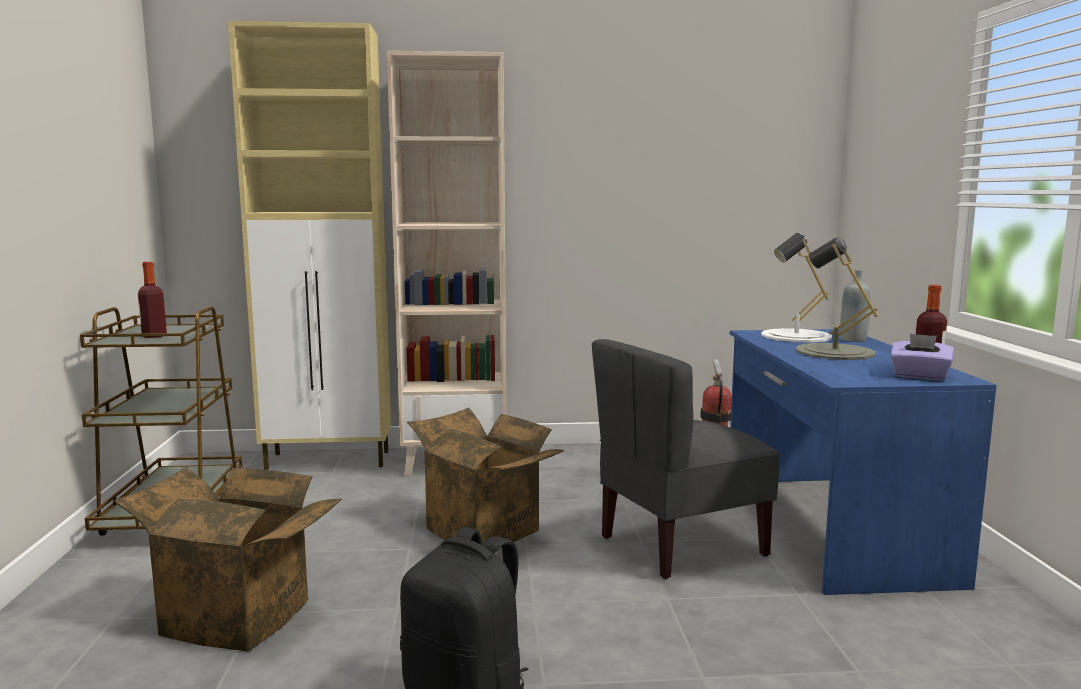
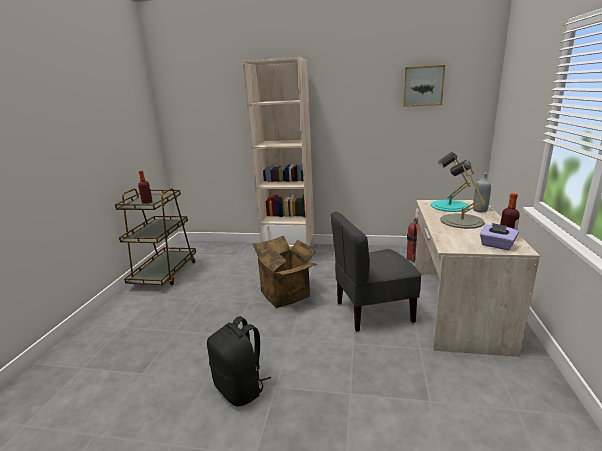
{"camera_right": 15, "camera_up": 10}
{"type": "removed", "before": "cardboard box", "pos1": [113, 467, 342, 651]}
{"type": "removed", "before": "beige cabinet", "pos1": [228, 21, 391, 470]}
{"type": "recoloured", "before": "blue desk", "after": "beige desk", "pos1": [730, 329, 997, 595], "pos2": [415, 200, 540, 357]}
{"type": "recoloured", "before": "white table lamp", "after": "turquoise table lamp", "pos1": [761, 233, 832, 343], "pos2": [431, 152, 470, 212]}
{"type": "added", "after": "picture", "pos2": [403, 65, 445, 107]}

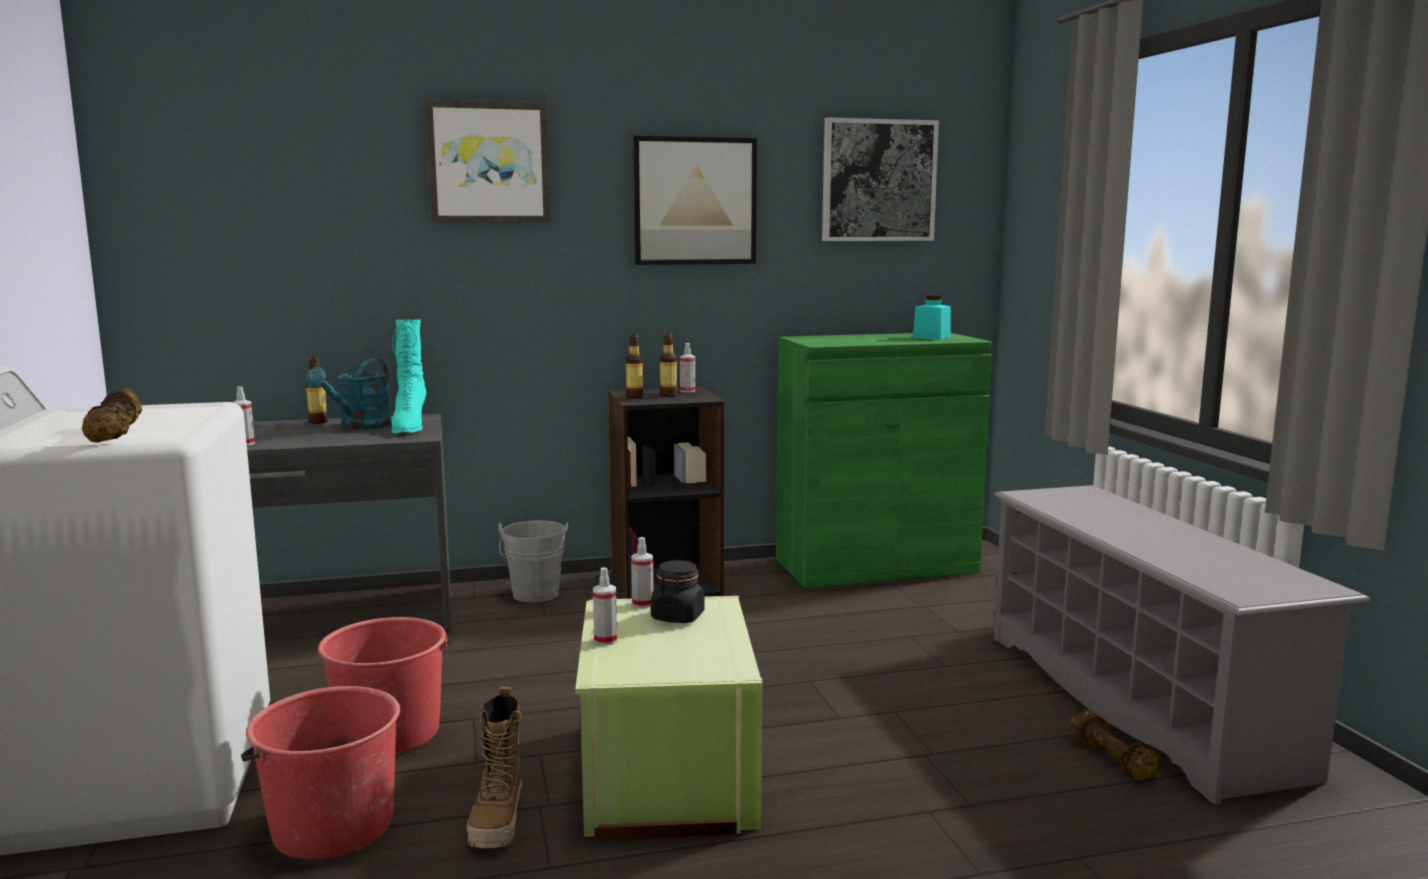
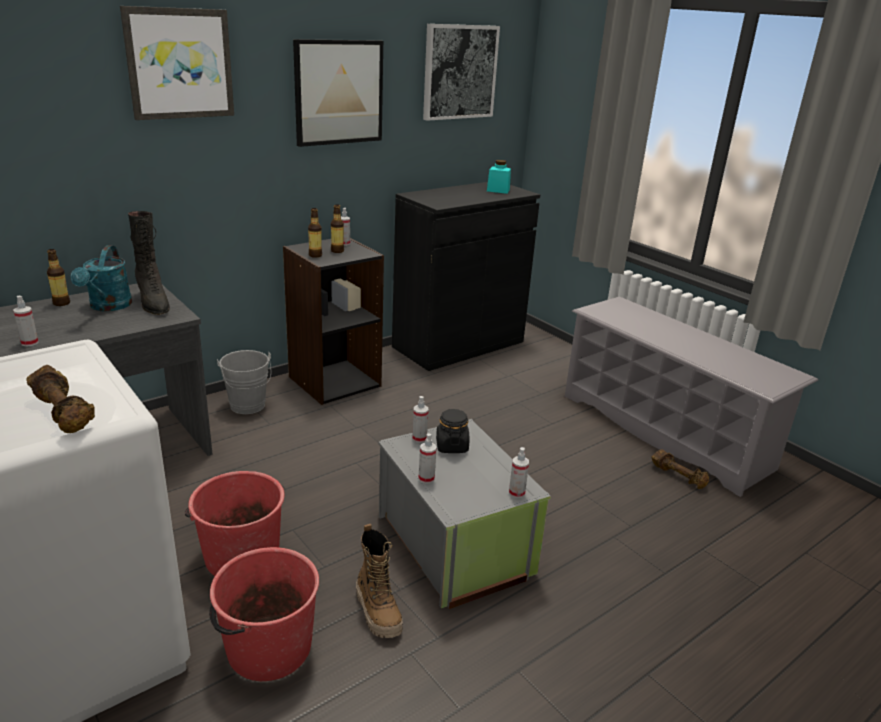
{"camera_right": -25, "camera_up": 15}
{"type": "recoloured", "before": "turquoise boot", "after": "black boot", "pos1": [392, 320, 426, 434], "pos2": [128, 211, 170, 315]}
{"type": "recoloured", "before": "green storage box", "after": "grey storage box", "pos1": [575, 596, 762, 840], "pos2": [379, 419, 551, 609]}
{"type": "recoloured", "before": "green cabinet", "after": "black cabinet", "pos1": [776, 333, 993, 588], "pos2": [392, 182, 540, 371]}
{"type": "added", "after": "spray bottle", "pos2": [509, 447, 529, 498]}

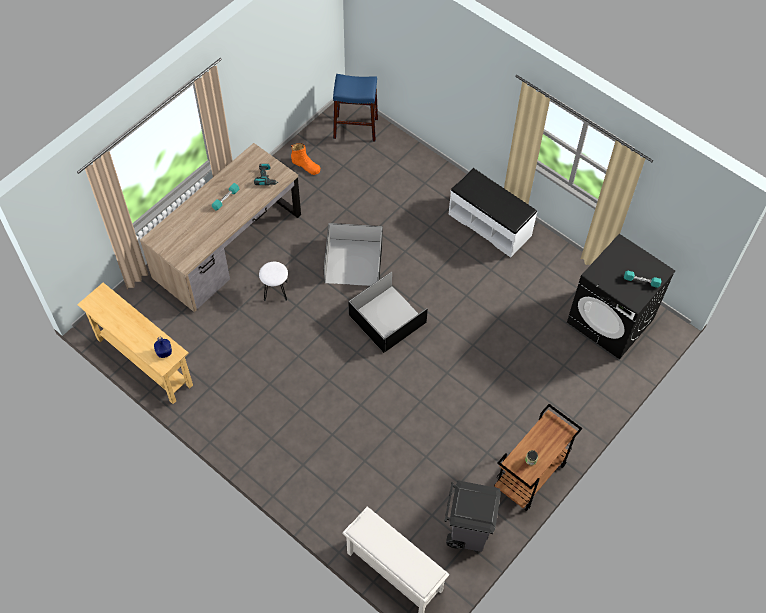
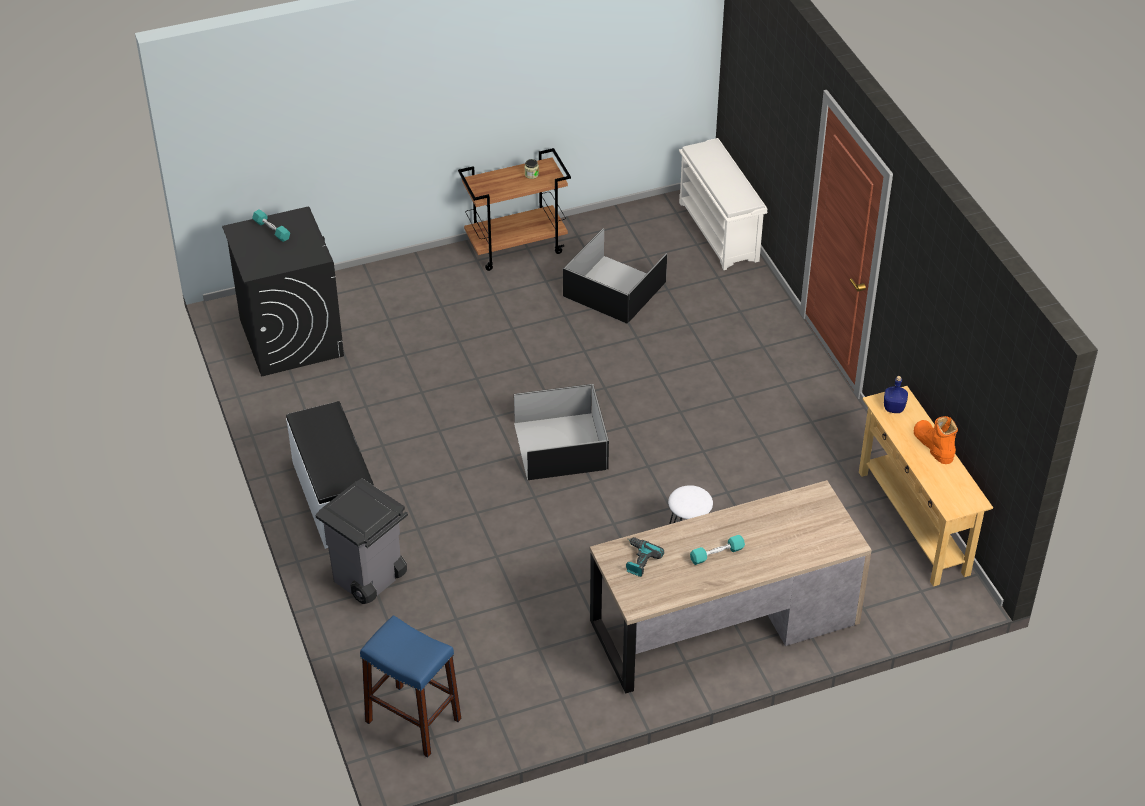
{"camera_right": -150, "camera_up": -15}
{"type": "moved", "before": "orange boot", "pos1": [291, 143, 320, 175], "pos2": [914, 416, 958, 464]}
{"type": "moved", "before": "black storage box", "pos1": [323, 223, 383, 286], "pos2": [563, 228, 667, 324]}
{"type": "moved", "before": "grey trash can", "pos1": [444, 480, 501, 552], "pos2": [316, 478, 408, 604]}

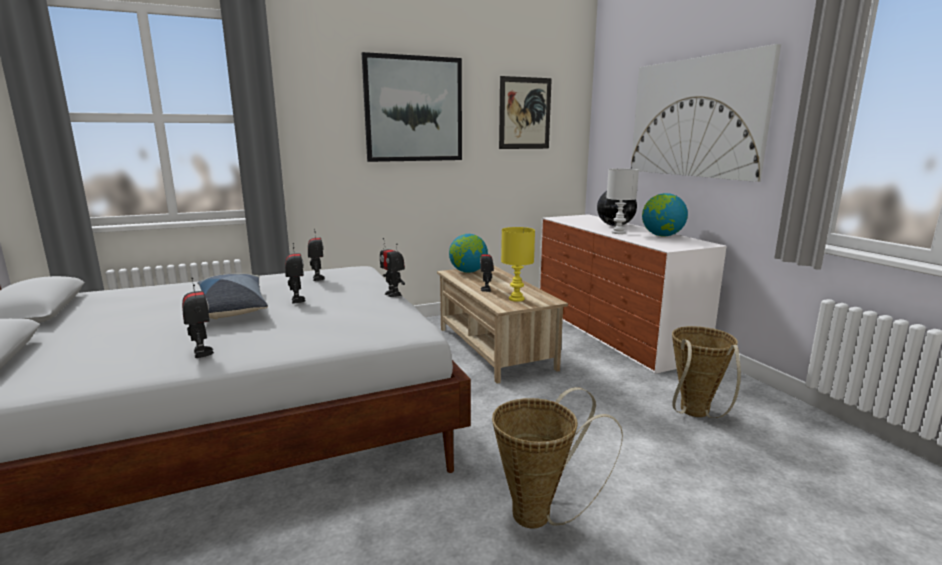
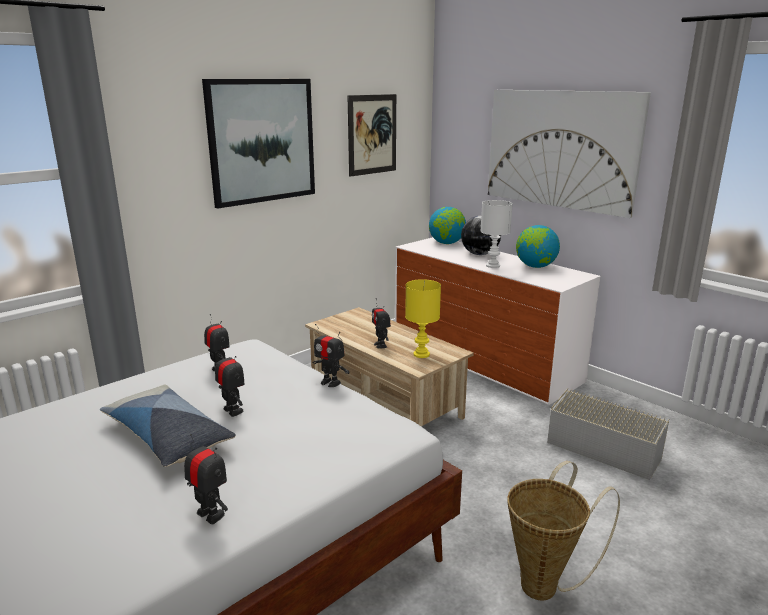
{"camera_right": -20, "camera_up": 5}
{"type": "moved", "before": "globe", "pos1": [449, 234, 488, 273], "pos2": [429, 207, 466, 244]}
{"type": "replaced", "before": "basket", "after": "grey storage box", "pos1": [672, 326, 741, 418], "pos2": [547, 388, 669, 480]}

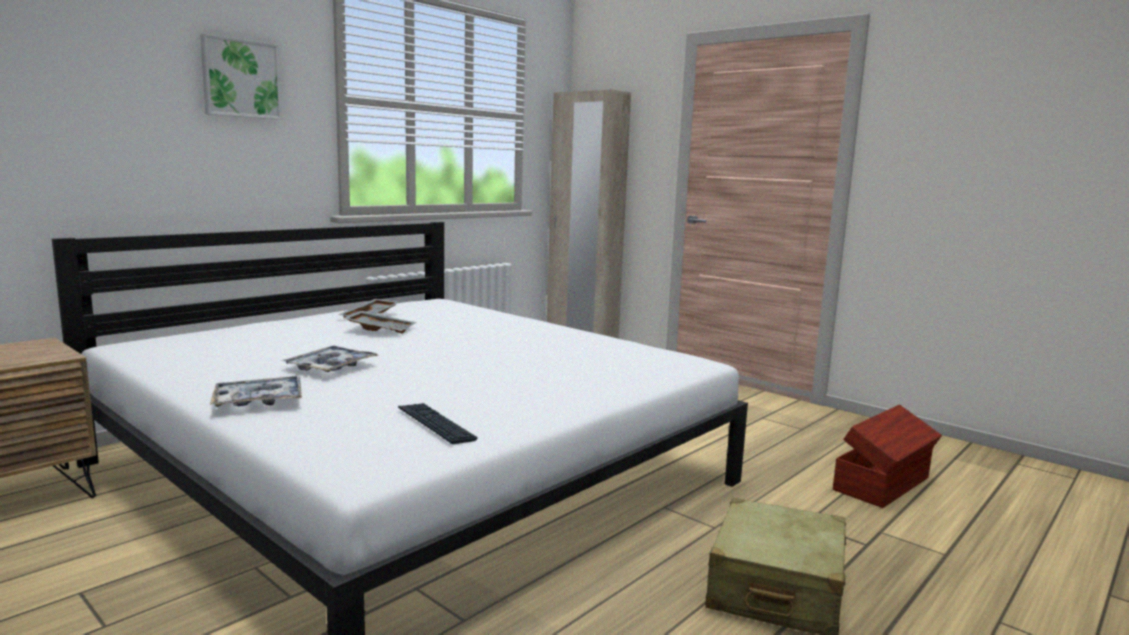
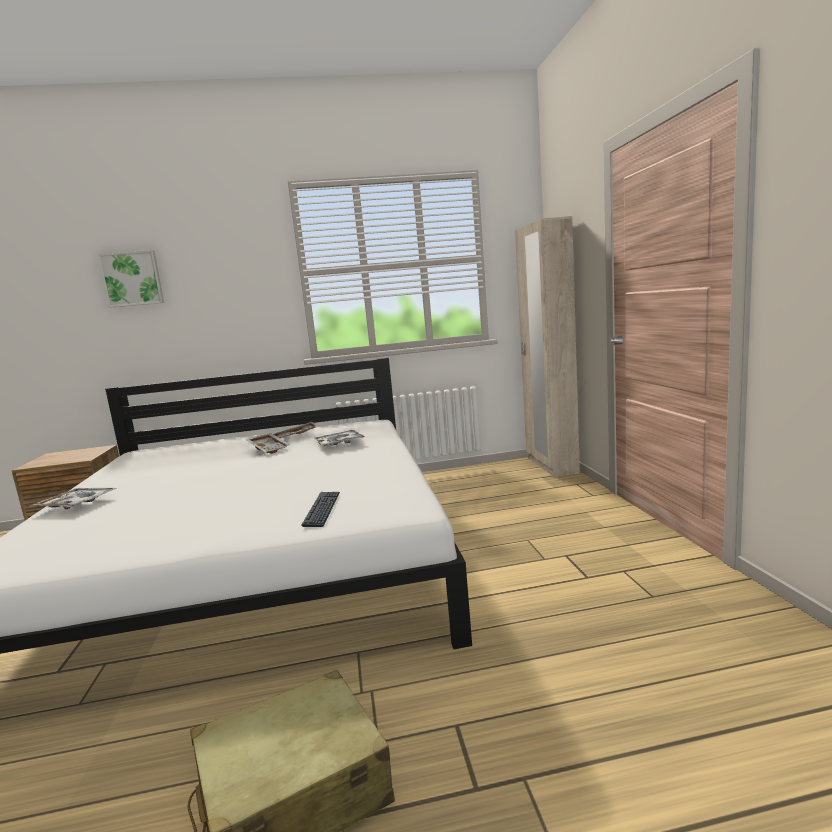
{"camera_right": 40, "camera_up": 0}
{"type": "moved", "before": "picture", "pos1": [200, 34, 282, 120], "pos2": [97, 250, 164, 307]}
{"type": "moved", "before": "tray", "pos1": [282, 346, 379, 372], "pos2": [315, 430, 365, 446]}
{"type": "moved", "before": "keyboard", "pos1": [398, 403, 478, 444], "pos2": [302, 492, 340, 527]}
{"type": "removed", "before": "brown storage box", "pos1": [833, 405, 942, 508]}

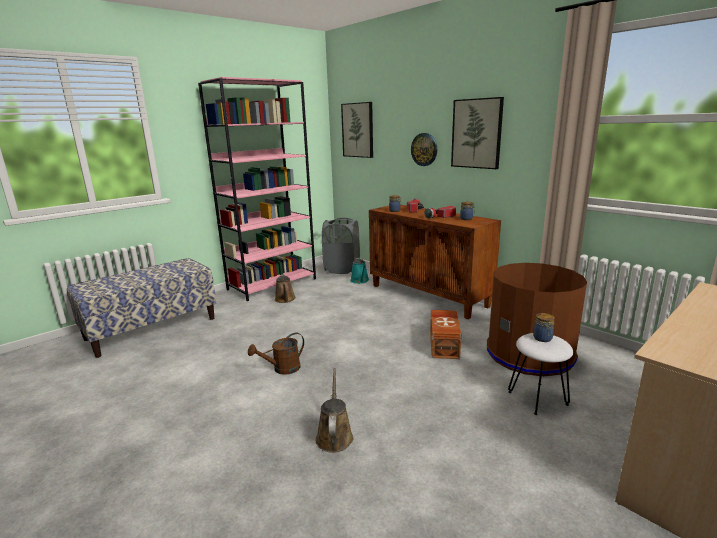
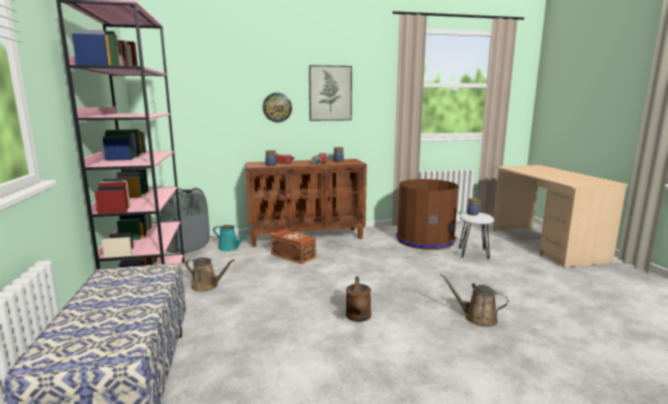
{"camera_right": -60, "camera_up": -5}
{"type": "removed", "before": "picture", "pos1": [341, 102, 373, 158]}
{"type": "moved", "before": "brown storage box", "pos1": [430, 310, 461, 359], "pos2": [270, 230, 316, 264]}

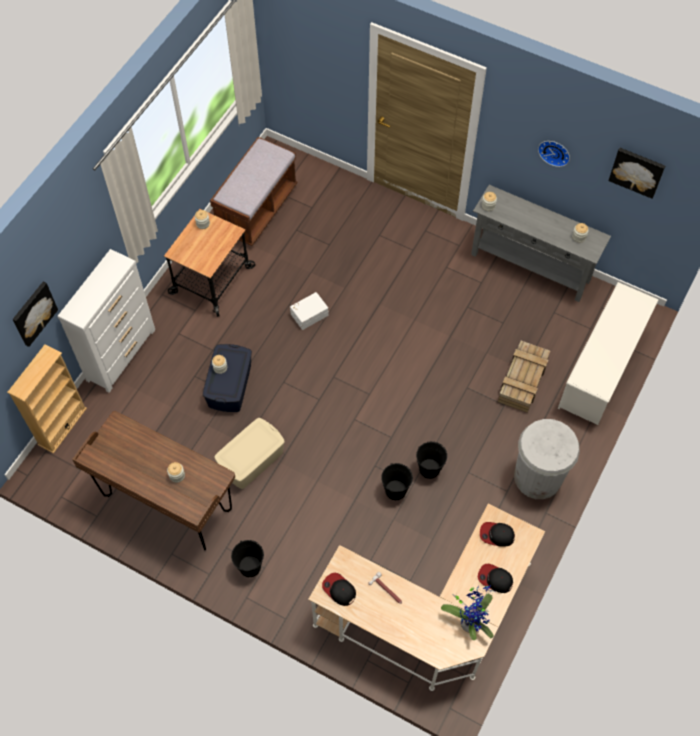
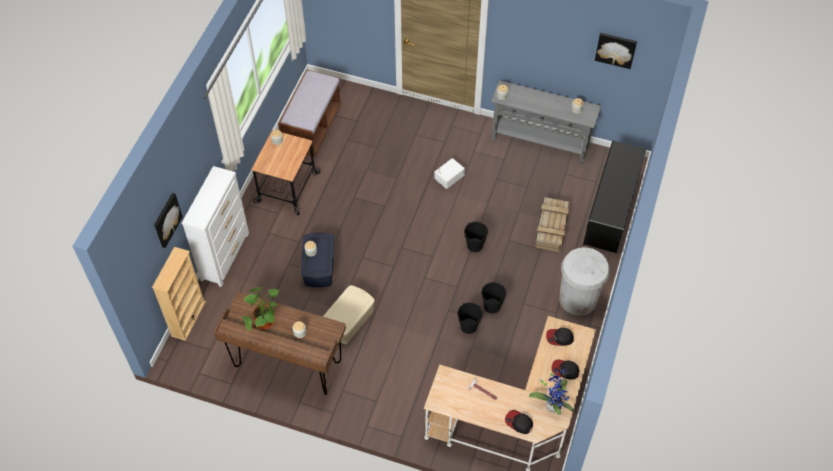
{"camera_right": -10, "camera_up": -5}
{"type": "moved", "before": "black bucket", "pos1": [231, 540, 264, 577], "pos2": [464, 221, 488, 252]}
{"type": "moved", "before": "white storage box", "pos1": [290, 292, 329, 330], "pos2": [434, 158, 465, 189]}
{"type": "moved", "before": "cap", "pos1": [322, 573, 356, 606], "pos2": [505, 410, 533, 434]}
{"type": "removed", "before": "wall clock", "pos1": [538, 141, 570, 167]}
{"type": "recoloured", "before": "white shoe rack", "after": "black shoe rack", "pos1": [558, 282, 659, 425], "pos2": [583, 140, 646, 253]}
{"type": "added", "after": "potted plant", "pos2": [242, 285, 280, 330]}

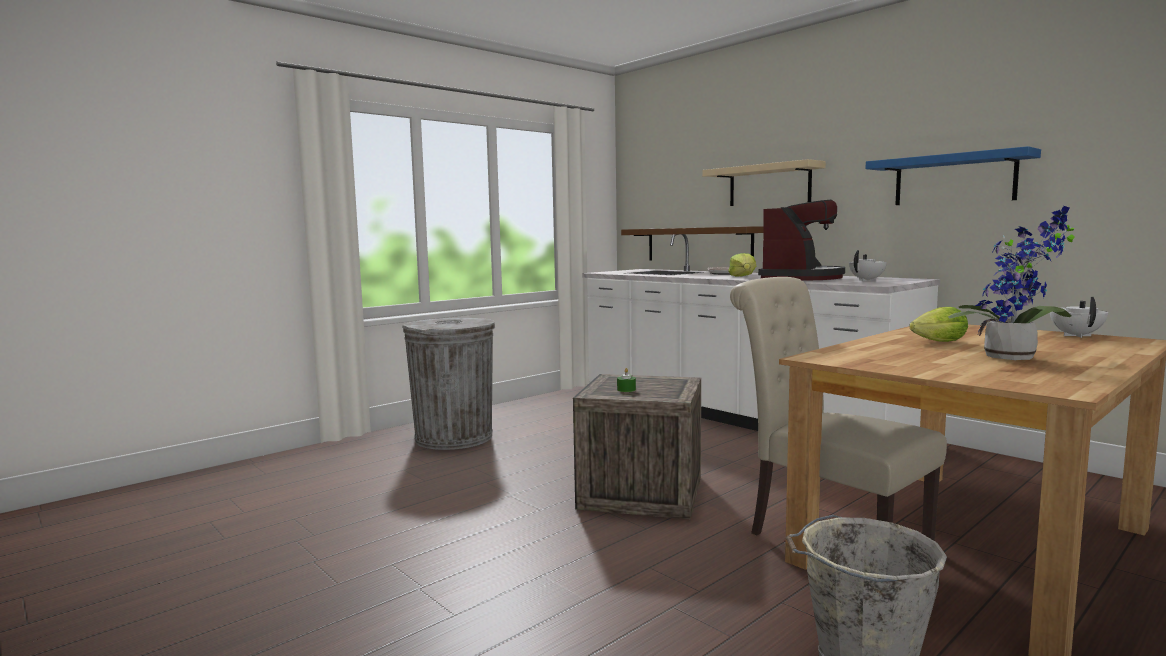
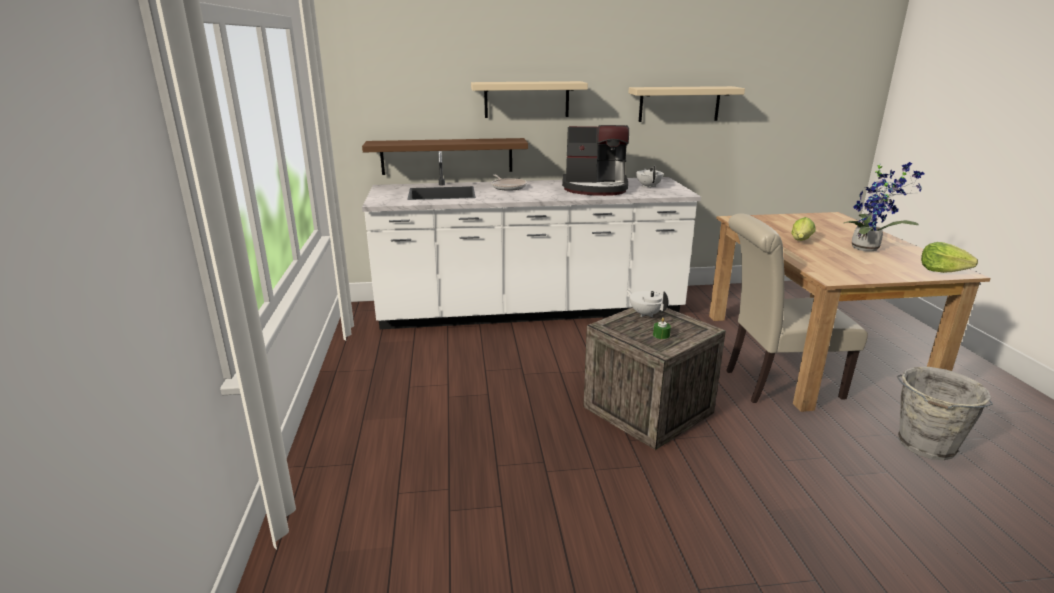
{"camera_right": -55, "camera_up": 15}
{"type": "removed", "before": "grey trash can", "pos1": [402, 318, 495, 450]}
{"type": "moved", "before": "lettuce", "pos1": [728, 253, 756, 277], "pos2": [921, 242, 978, 273]}
{"type": "turned", "before": "coffee machine", "pos1": [758, 200, 845, 280], "pos2": [562, 125, 629, 196], "turn": 120}
{"type": "recoloured", "before": "blue shelf", "after": "beige shelf", "pos1": [866, 146, 1041, 205], "pos2": [628, 86, 745, 122]}
{"type": "moved", "before": "white teapot", "pos1": [1050, 297, 1108, 338], "pos2": [626, 290, 669, 317]}

